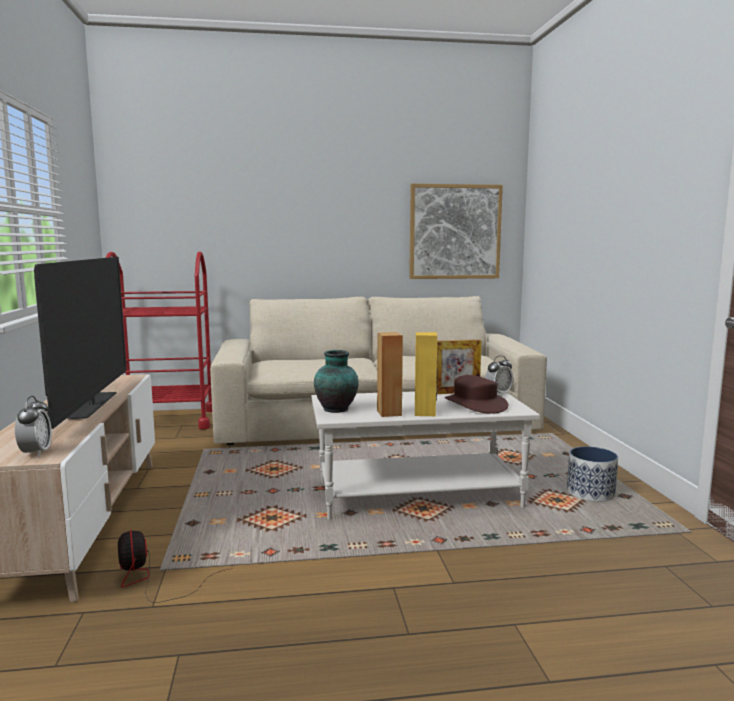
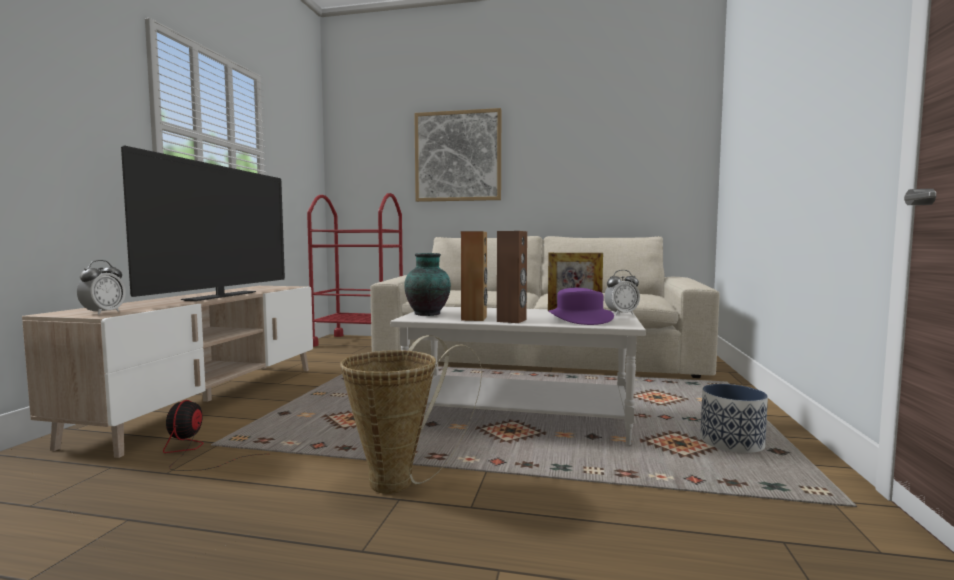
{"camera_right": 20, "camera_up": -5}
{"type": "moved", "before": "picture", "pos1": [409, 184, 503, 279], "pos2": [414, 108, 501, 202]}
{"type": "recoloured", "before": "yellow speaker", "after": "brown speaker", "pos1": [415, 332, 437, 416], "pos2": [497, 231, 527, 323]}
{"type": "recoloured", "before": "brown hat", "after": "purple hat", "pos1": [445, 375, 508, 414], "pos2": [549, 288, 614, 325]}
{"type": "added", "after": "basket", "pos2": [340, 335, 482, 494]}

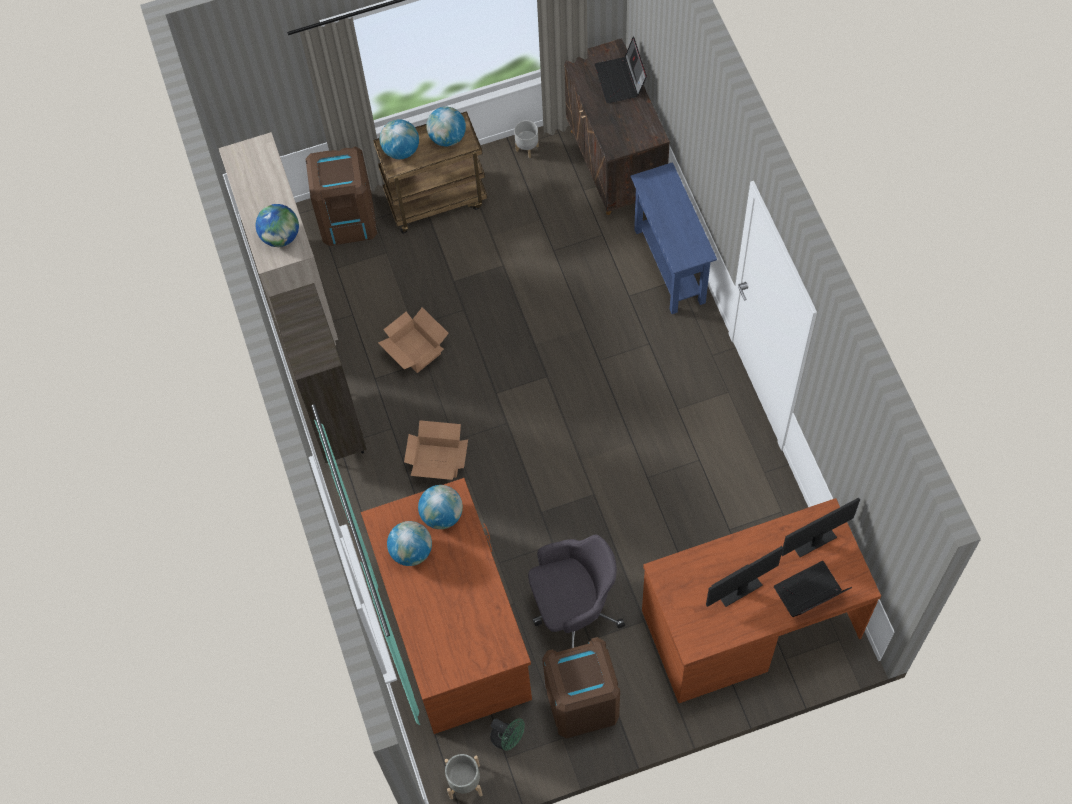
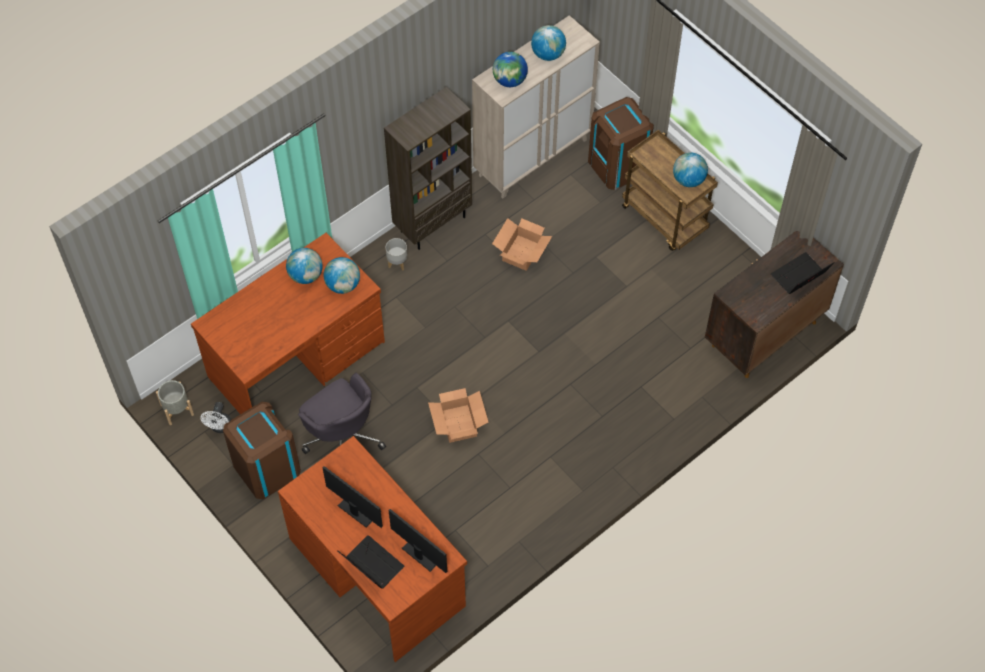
{"camera_right": 65, "camera_up": -5}
{"type": "moved", "before": "globe", "pos1": [380, 119, 419, 159], "pos2": [531, 25, 566, 61]}
{"type": "moved", "before": "cardboard box", "pos1": [404, 420, 468, 480], "pos2": [428, 388, 488, 443]}
{"type": "recoloured", "before": "green fan", "after": "white fan", "pos1": [490, 718, 525, 750], "pos2": [201, 402, 231, 433]}
{"type": "moved", "before": "grey planter", "pos1": [514, 120, 539, 158], "pos2": [385, 238, 408, 271]}
{"type": "removed", "before": "blue console table", "pos1": [630, 162, 717, 314]}

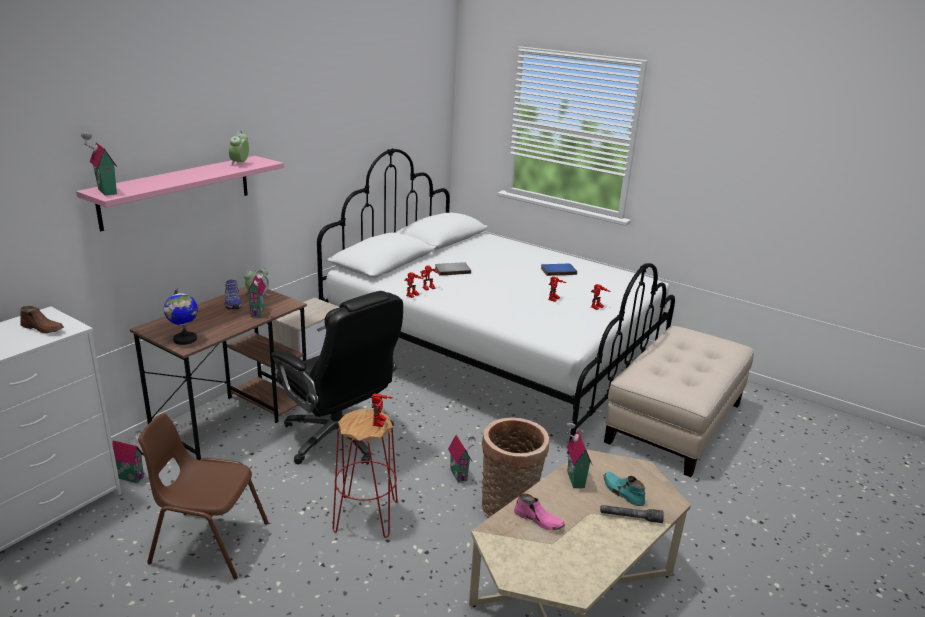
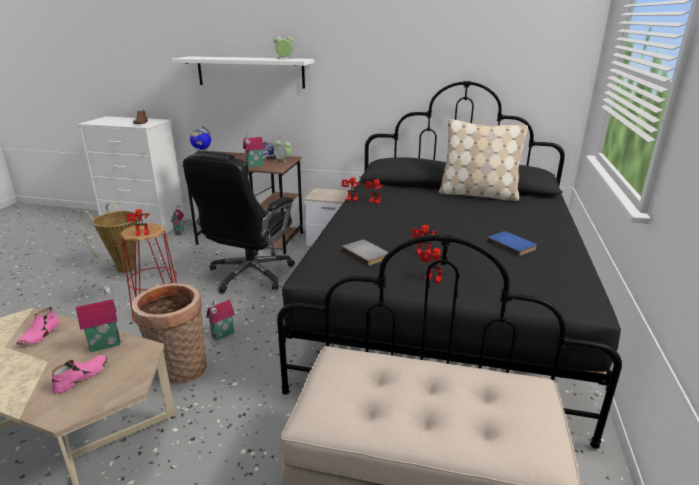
{"camera_right": 70, "camera_up": 0}
{"type": "recoloured", "before": "pink shelf", "after": "white shelf", "pos1": [76, 156, 284, 231], "pos2": [172, 56, 314, 88]}
{"type": "removed", "before": "toy house", "pos1": [81, 132, 117, 196]}
{"type": "replaced", "before": "brown chair", "after": "basket", "pos1": [138, 413, 269, 579], "pos2": [80, 203, 138, 273]}
{"type": "recoloured", "before": "white bed", "after": "black bed", "pos1": [317, 148, 675, 454], "pos2": [277, 81, 622, 449]}
{"type": "moved", "before": "grey book", "pos1": [435, 262, 471, 276], "pos2": [341, 239, 388, 266]}
{"type": "removed", "before": "grey flashlight", "pos1": [600, 505, 664, 523]}
{"type": "recoloured", "before": "turquoise shoe", "after": "pink shoe", "pos1": [604, 472, 645, 506], "pos2": [52, 355, 108, 394]}
{"type": "added", "after": "beige pillow", "pos2": [439, 119, 528, 201]}

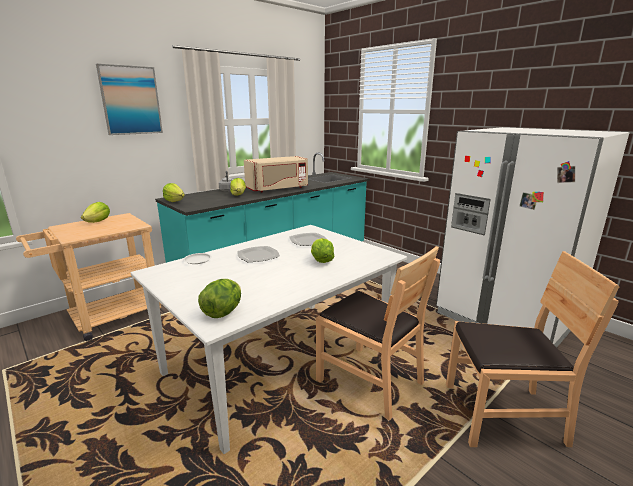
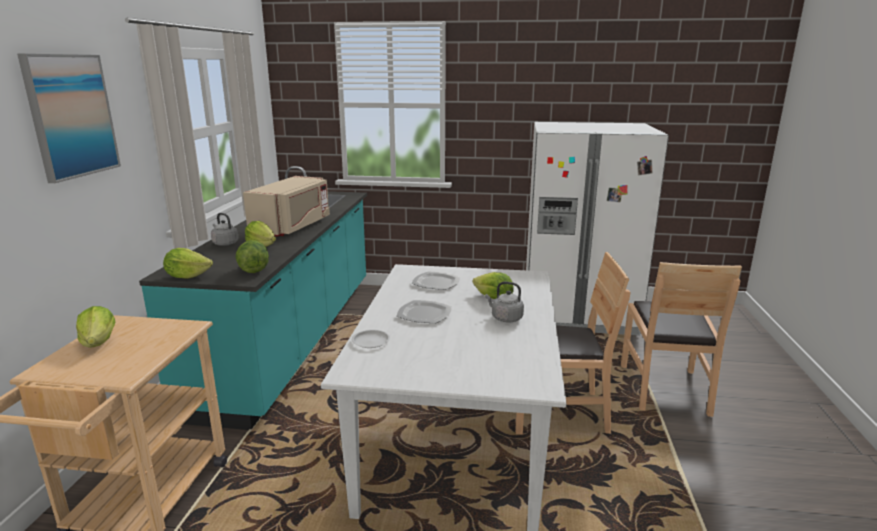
{"camera_right": -40, "camera_up": 0}
{"type": "moved", "before": "lettuce", "pos1": [198, 279, 241, 318], "pos2": [236, 240, 269, 273]}
{"type": "turned", "before": "brown chair", "pos1": [446, 251, 620, 447], "pos2": [621, 262, 742, 417], "turn": 135}
{"type": "added", "after": "grey kettle", "pos2": [485, 282, 524, 322]}

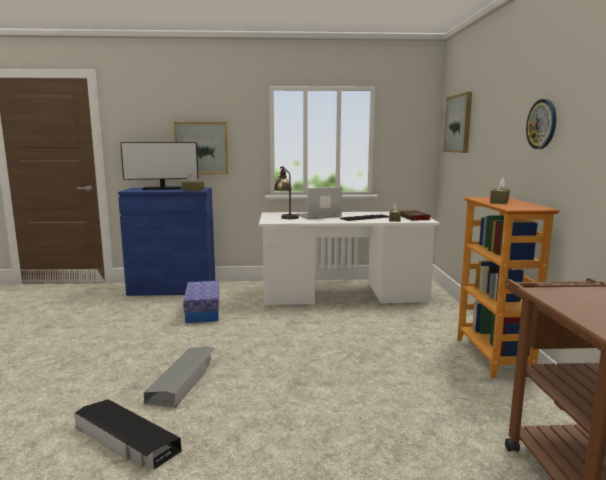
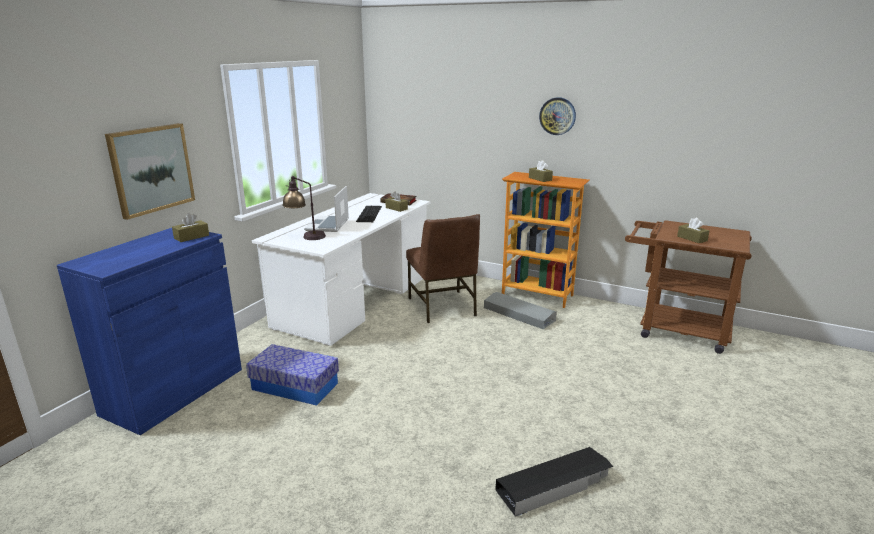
{"camera_right": -60, "camera_up": 10}
{"type": "removed", "before": "monitor", "pos1": [120, 142, 198, 190]}
{"type": "moved", "before": "grey storage box", "pos1": [144, 346, 215, 408], "pos2": [484, 292, 557, 329]}
{"type": "removed", "before": "picture", "pos1": [444, 92, 472, 153]}
{"type": "added", "after": "brown chair", "pos2": [406, 214, 480, 323]}
{"type": "added", "after": "brown tissue box", "pos2": [677, 218, 709, 243]}

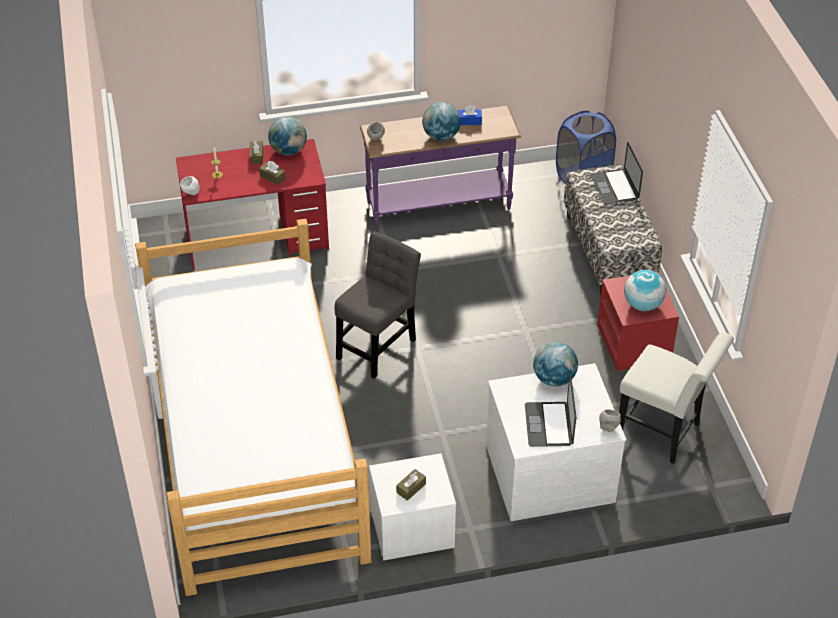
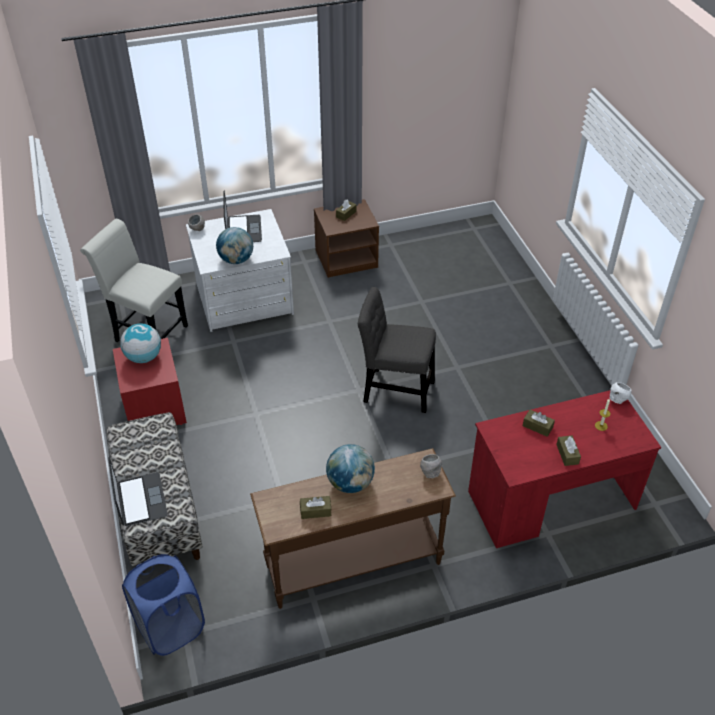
{"camera_right": 175, "camera_up": 0}
{"type": "removed", "before": "bed", "pos1": [135, 219, 372, 596]}
{"type": "removed", "before": "globe", "pos1": [268, 117, 307, 155]}
{"type": "turned", "before": "grey chair", "pos1": [334, 231, 421, 379], "pos2": [358, 287, 436, 413], "turn": 75}
{"type": "recoloured", "before": "purple console table", "after": "brown console table", "pos1": [360, 106, 521, 229], "pos2": [250, 448, 456, 609]}
{"type": "recoloured", "before": "white nightstand", "after": "brown nightstand", "pos1": [369, 453, 456, 561], "pos2": [314, 199, 379, 278]}
{"type": "recoloured", "before": "blue tissue box", "after": "brown tissue box", "pos1": [458, 105, 482, 125], "pos2": [300, 496, 331, 519]}

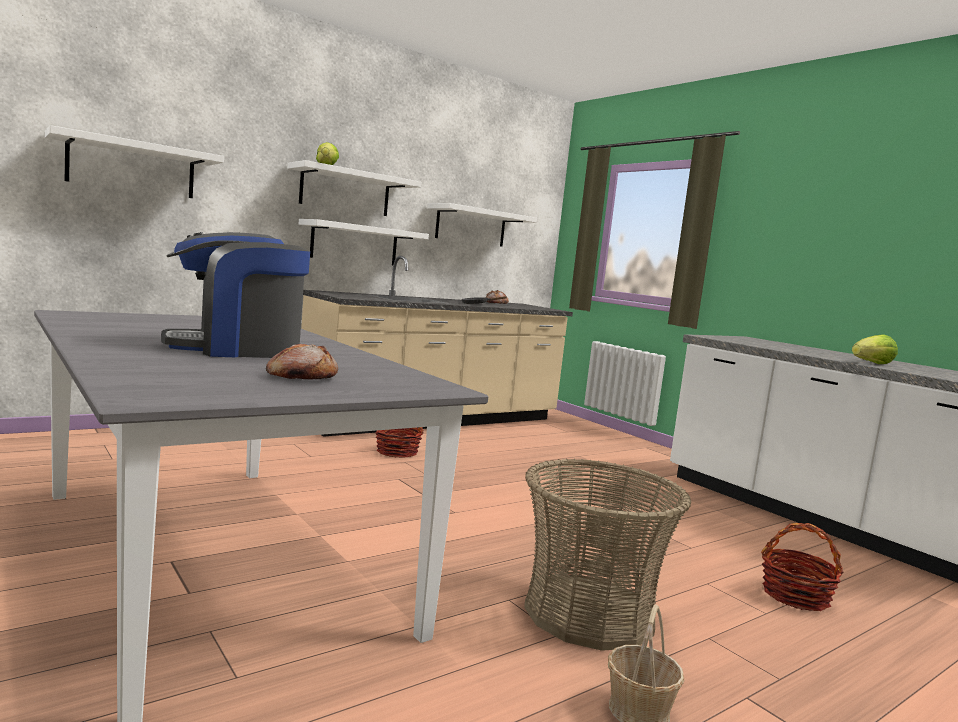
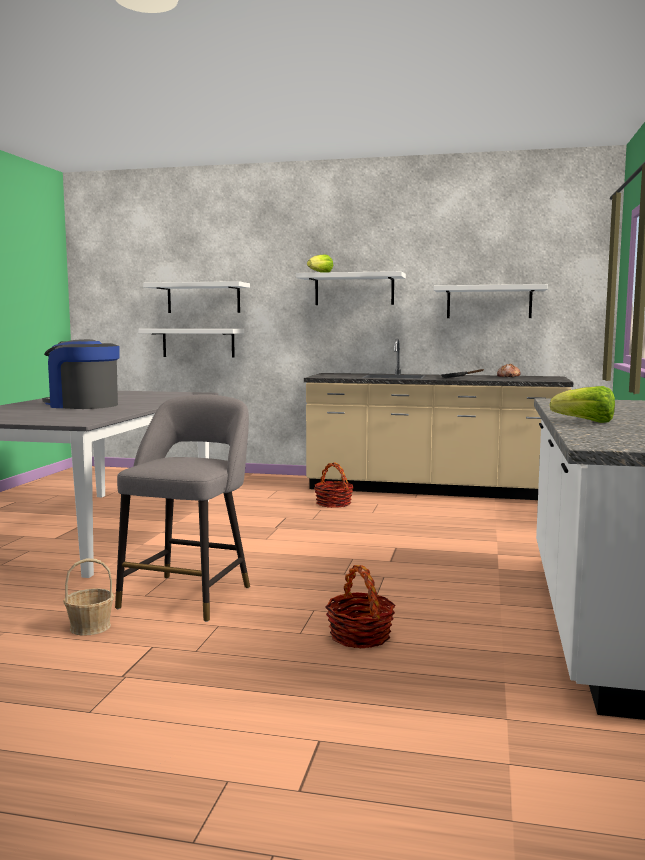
{"camera_right": 50, "camera_up": 0}
{"type": "removed", "before": "bread", "pos1": [266, 344, 338, 380]}
{"type": "moved", "before": "white shelf", "pos1": [299, 219, 429, 265], "pos2": [138, 329, 244, 358]}
{"type": "replaced", "before": "basket", "after": "grey stool", "pos1": [524, 459, 691, 651], "pos2": [115, 394, 250, 622]}

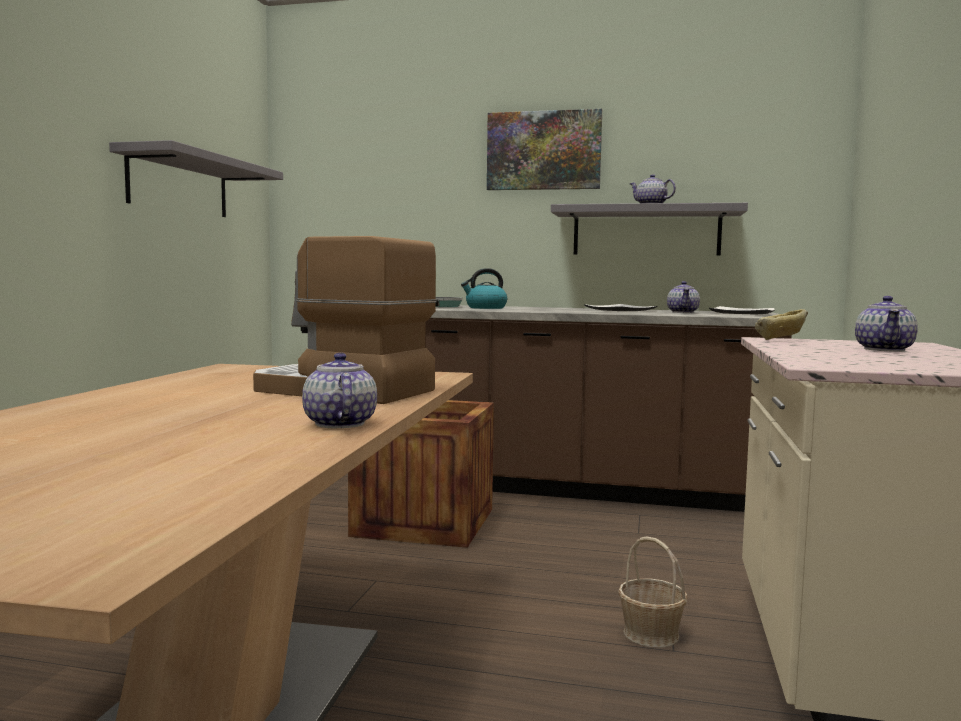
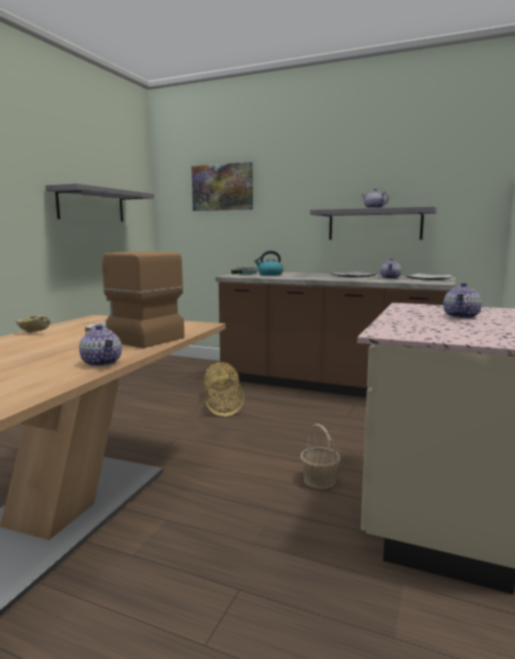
{"camera_right": 10, "camera_up": 5}
{"type": "turned", "before": "teapot", "pos1": [302, 353, 377, 428], "pos2": [79, 325, 122, 367], "turn": 150}
{"type": "replaced", "before": "crate", "after": "basket", "pos1": [348, 400, 494, 548], "pos2": [204, 362, 245, 417]}
{"type": "moved", "before": "picture", "pos1": [487, 109, 602, 190], "pos2": [192, 162, 253, 211]}
{"type": "moved", "before": "bread", "pos1": [755, 309, 808, 340], "pos2": [16, 315, 51, 333]}

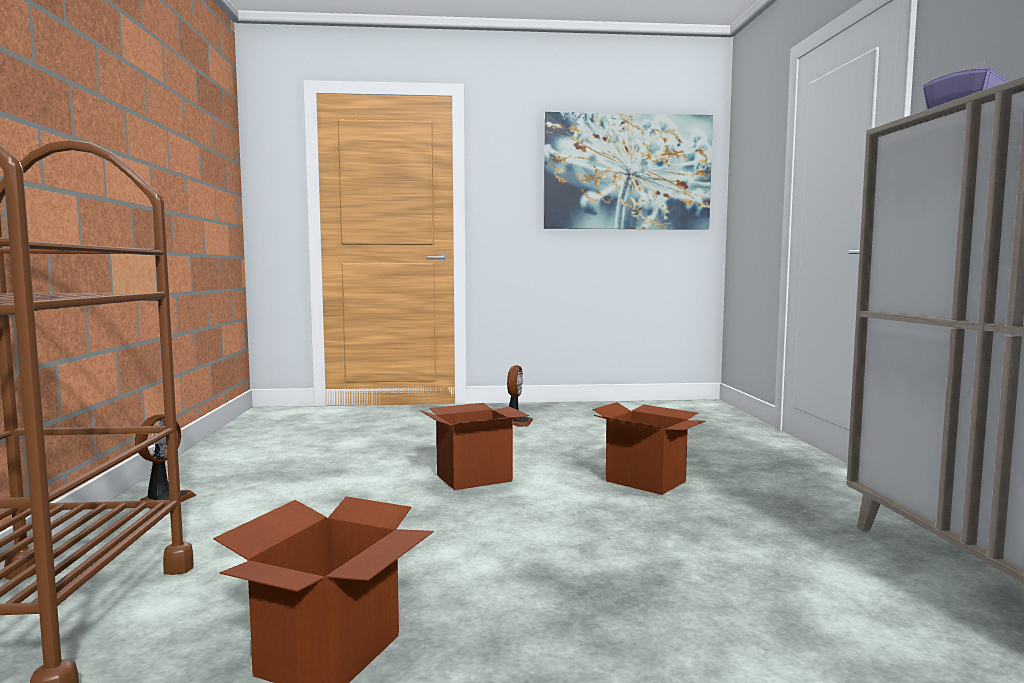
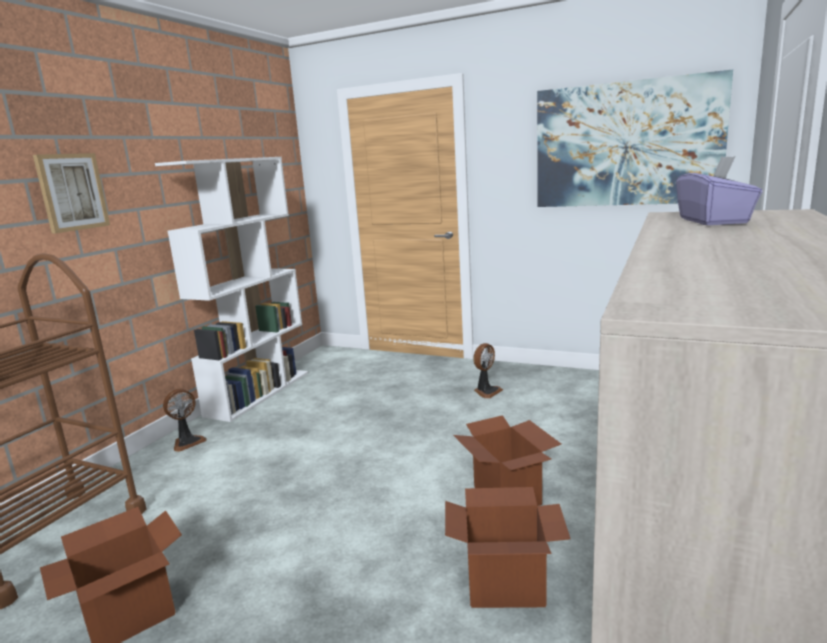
{"camera_right": 30, "camera_up": 10}
{"type": "moved", "before": "cardboard box", "pos1": [420, 403, 529, 490], "pos2": [445, 487, 571, 608]}
{"type": "added", "after": "picture", "pos2": [33, 153, 110, 234]}
{"type": "added", "after": "white bookcase", "pos2": [155, 157, 308, 422]}

